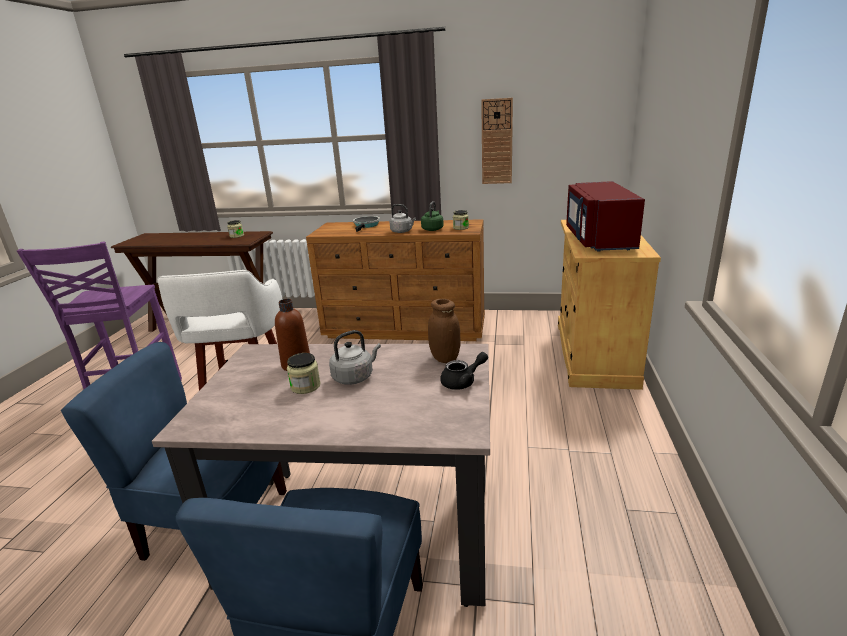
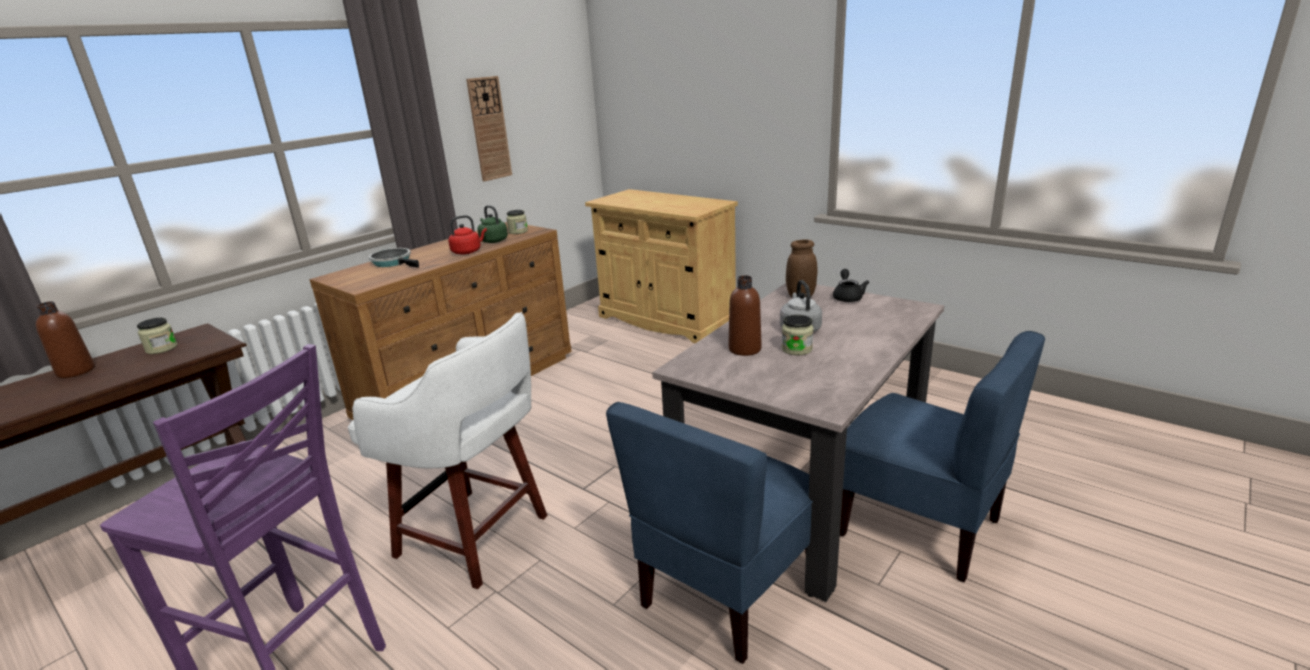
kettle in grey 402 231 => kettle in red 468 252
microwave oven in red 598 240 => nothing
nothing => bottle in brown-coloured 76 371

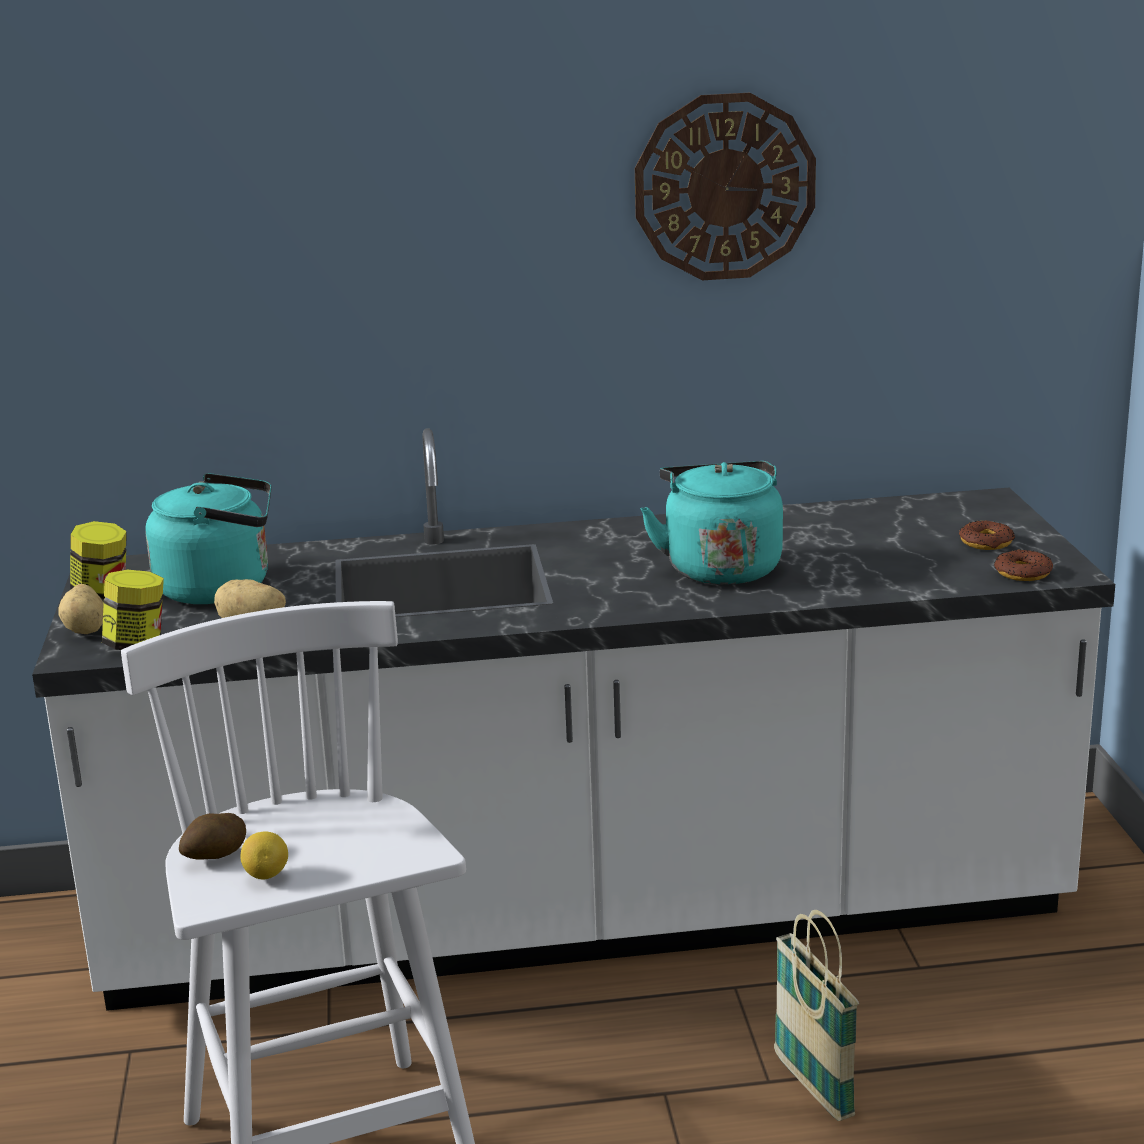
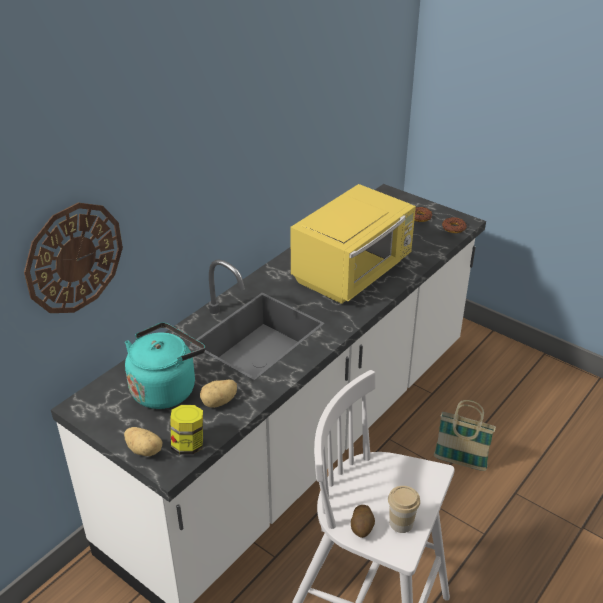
preserve jar 103 593 => nothing
whole lemon 266 875 => small cup 401 523
hanging clock 724 187 => hanging clock 74 258, relocated
kettle in blue-green 720 567 => microwave oven in yellowish 353 272

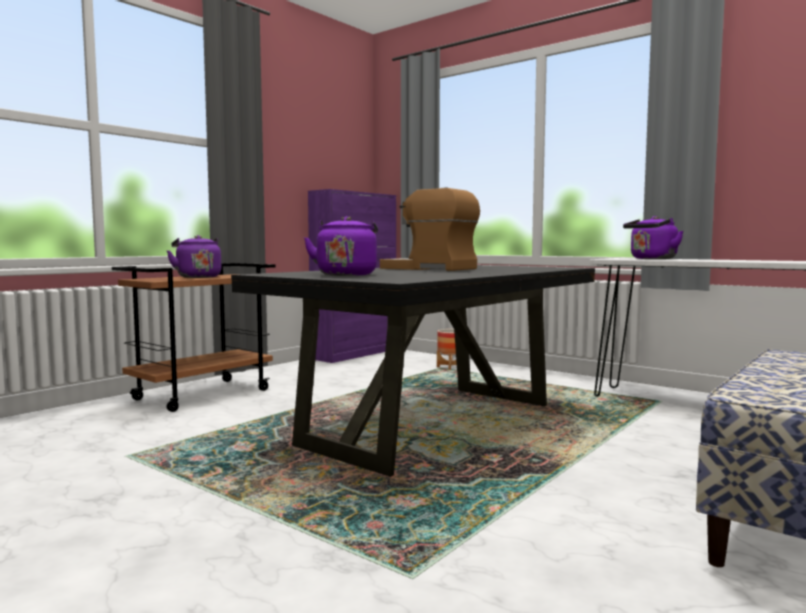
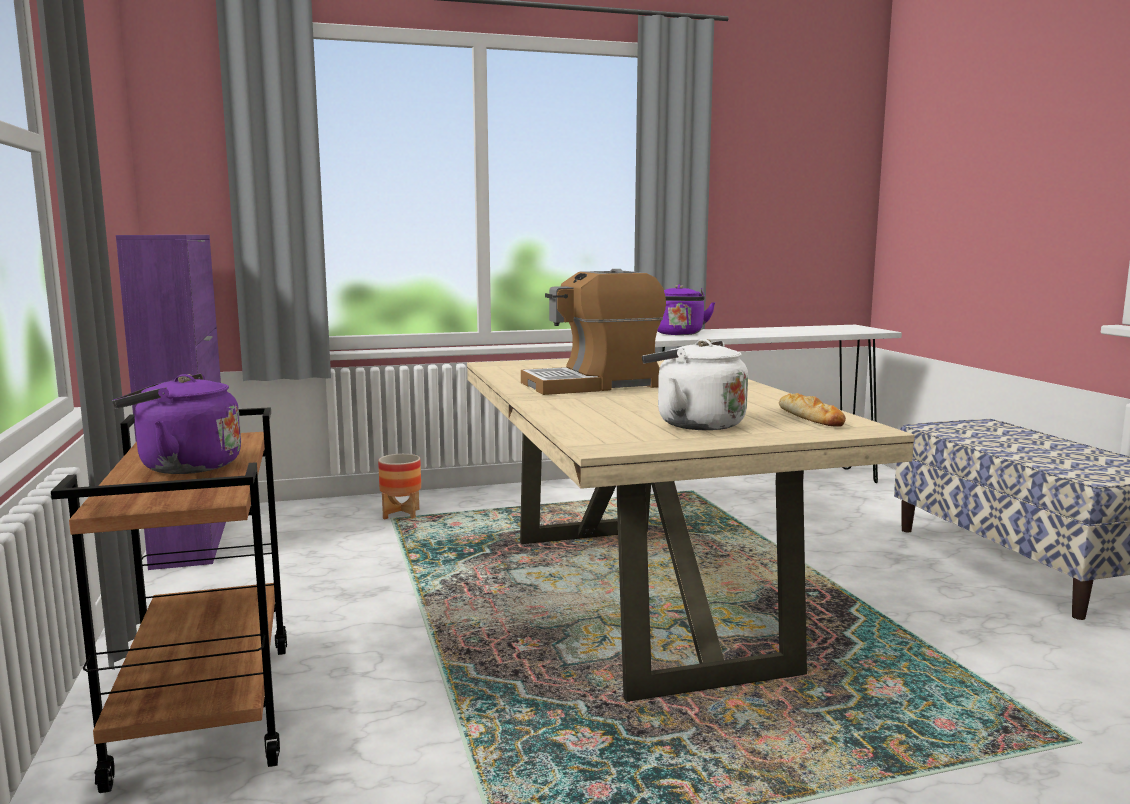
dinner table in blackish 433 425 => dinner table in beige 640 599
kettle in purplish 346 274 => kettle in whitish 694 424
nothing => bread 810 417

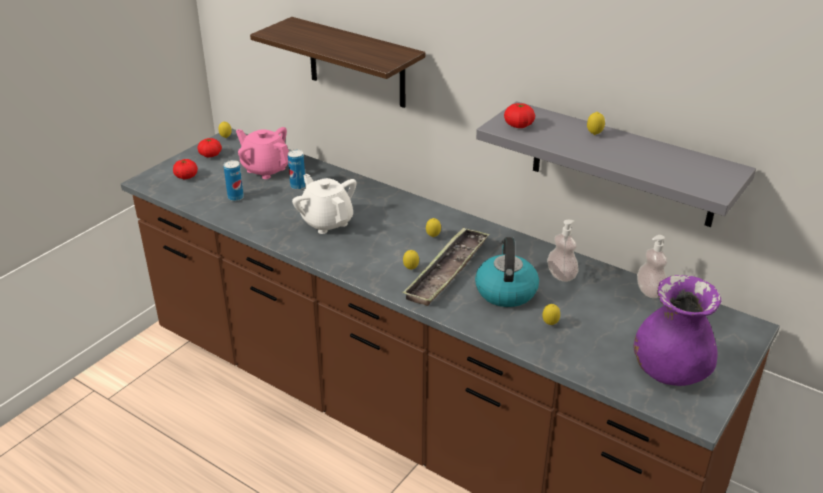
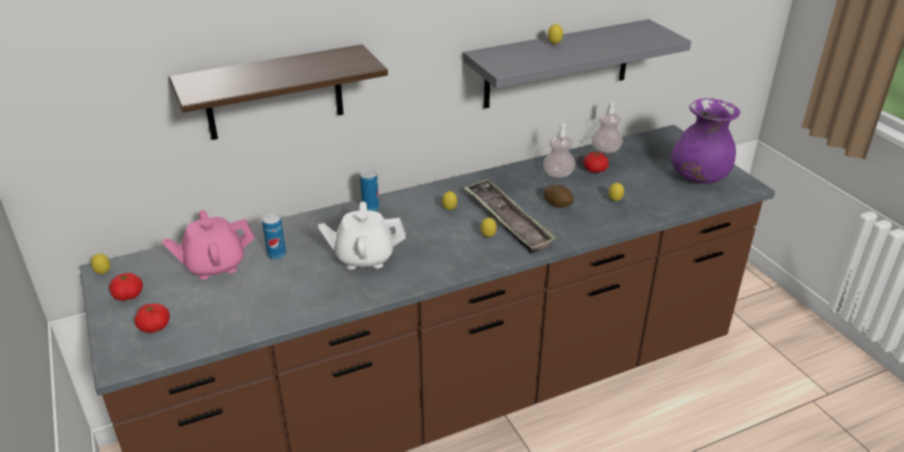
metal can 235 197 => metal can 370 209, relocated
kettle 505 291 => whole potato 558 204
fresh tomato 518 125 => fresh tomato 594 170, relocated

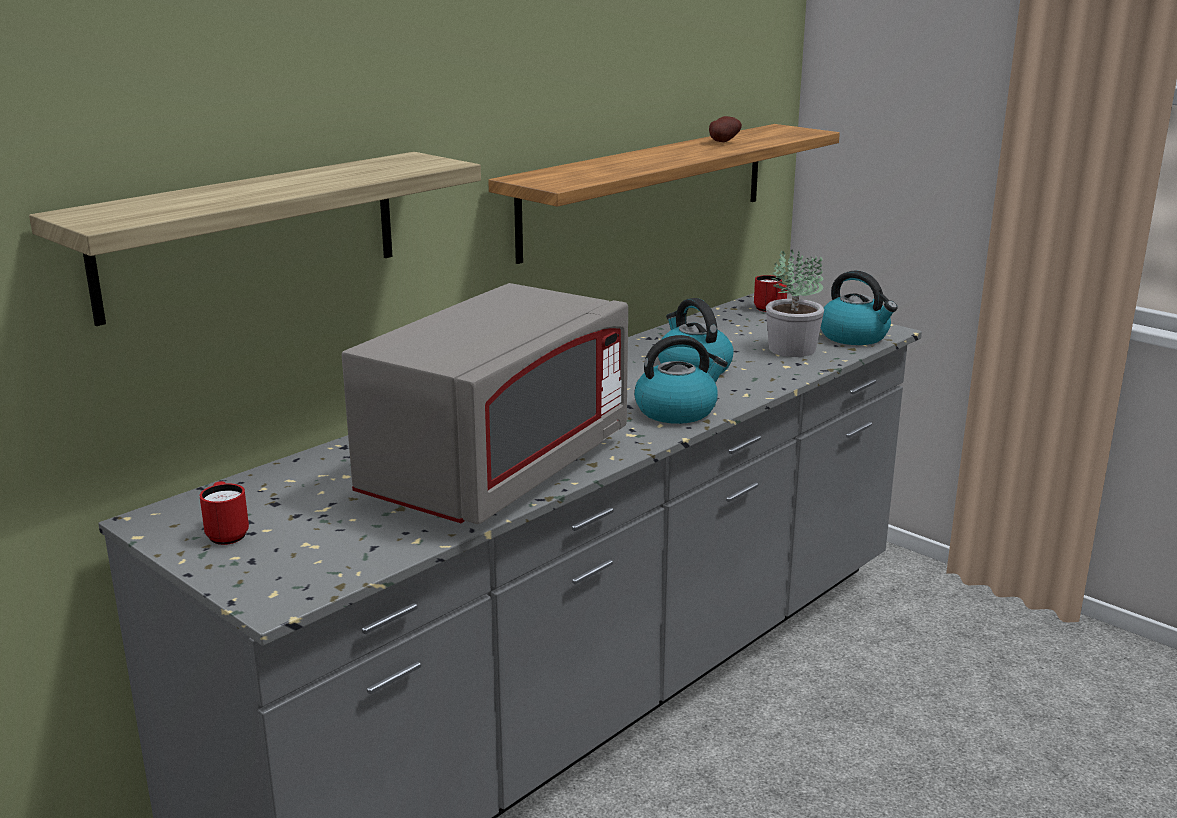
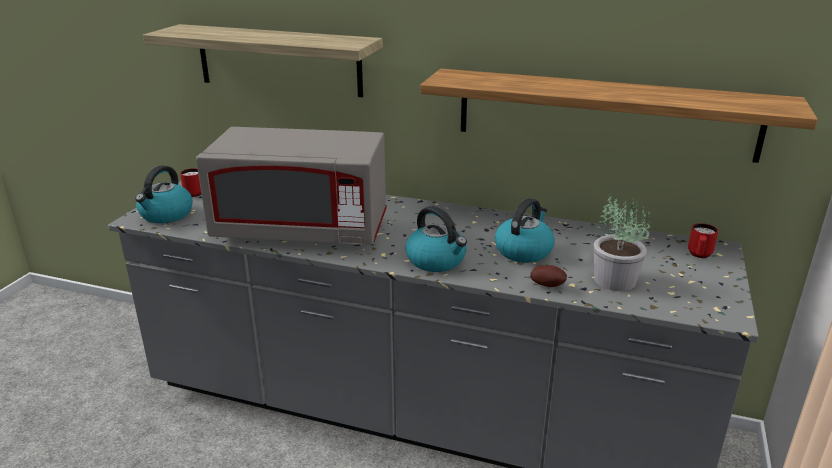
whole potato 722 142 => whole potato 548 286, relocated
kettle 855 336 => kettle 166 215, relocated

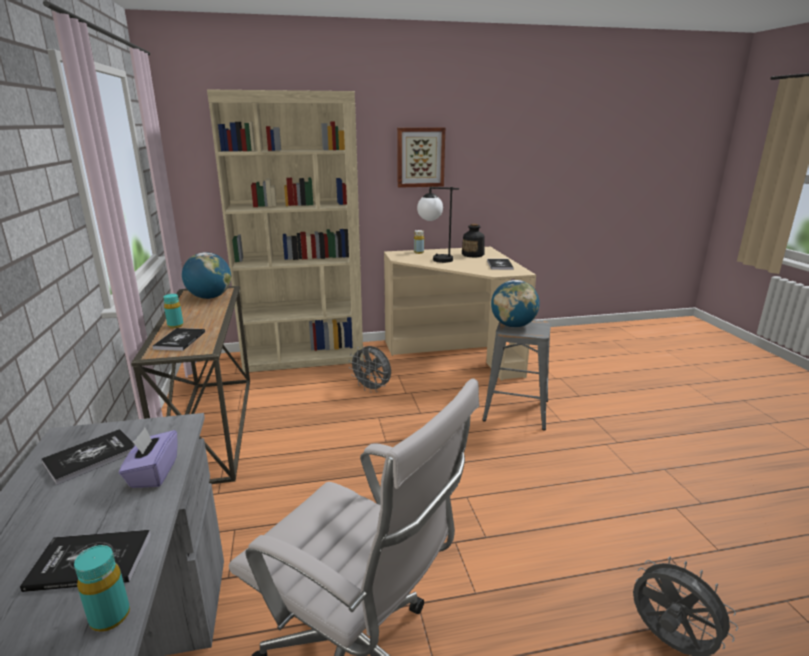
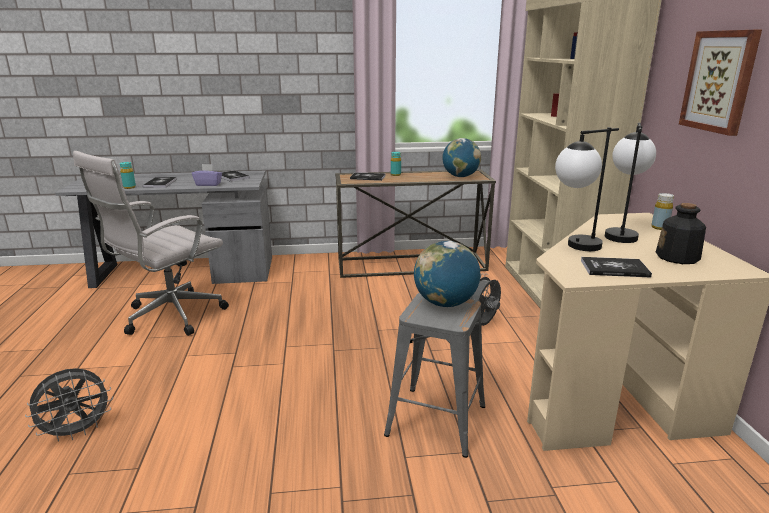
nothing => lamp for a table 574 247

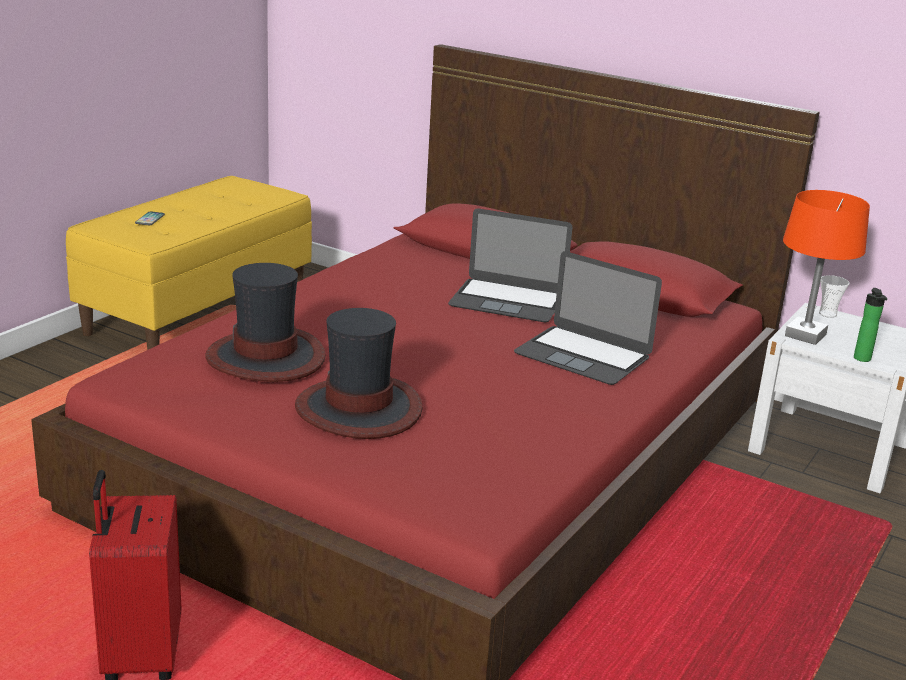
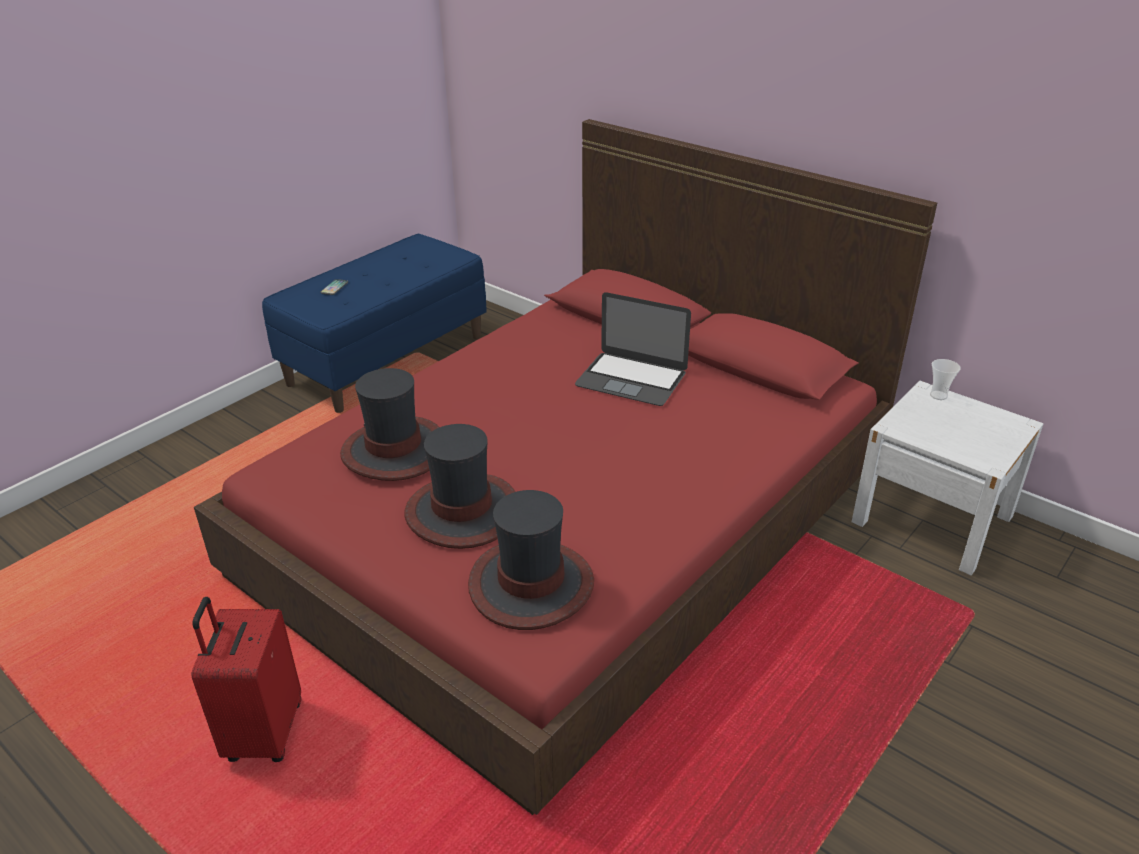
long seat in yellowish 198 311 => long seat in bluish 387 359
notebook computer 582 355 => nothing
lamp for a table in orange 805 335 => nothing
bottle 863 359 => nothing
nothing => clothing hat 531 585

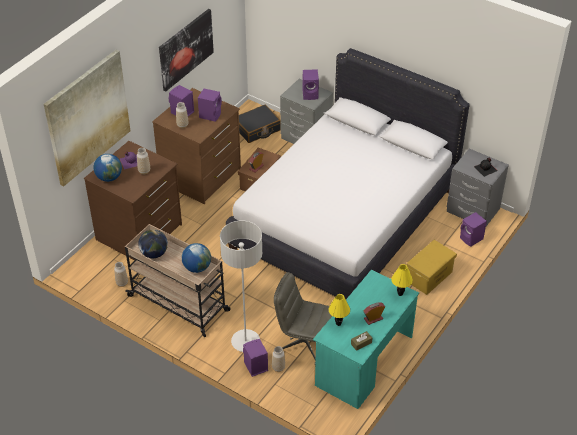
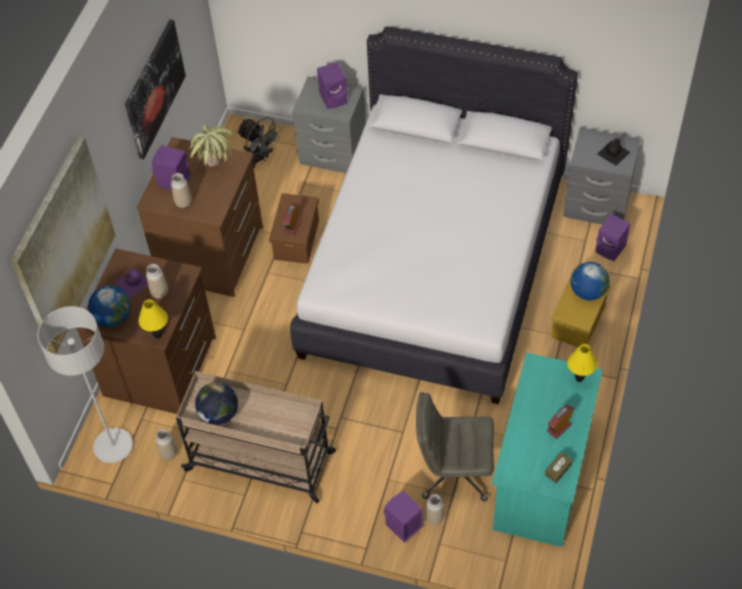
desk globe 197 267 => desk globe 588 292, relocated
speaker in purplish 210 114 => houseplant 216 174
floor lamp in grey 245 341 => floor lamp in grey 113 446, relocated
suitcase in blackish 257 129 => fan in grey 260 158
lamp for a table in yellowish 338 323 => lamp for a table in yellowish 158 335, relocated

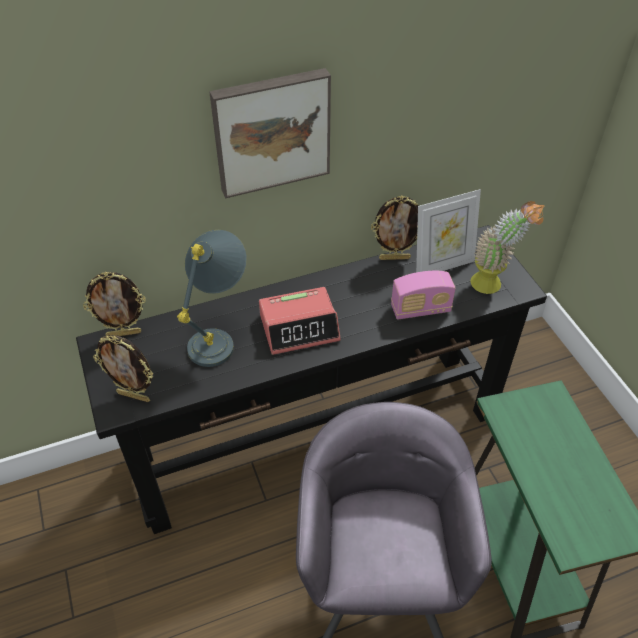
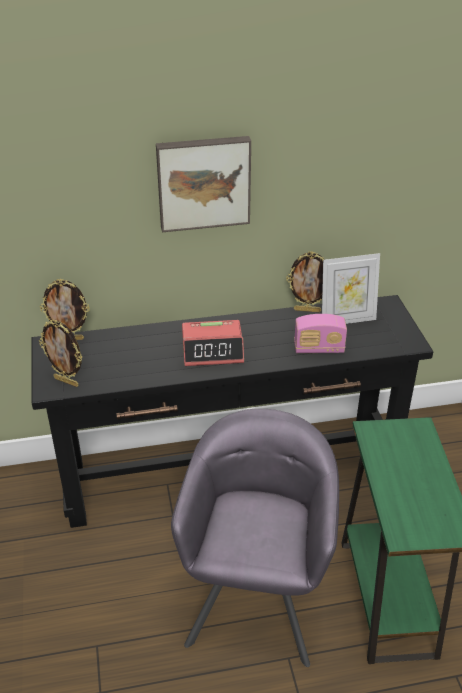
lamp for a table in grey 219 336 => nothing
houseplant 494 285 => nothing

